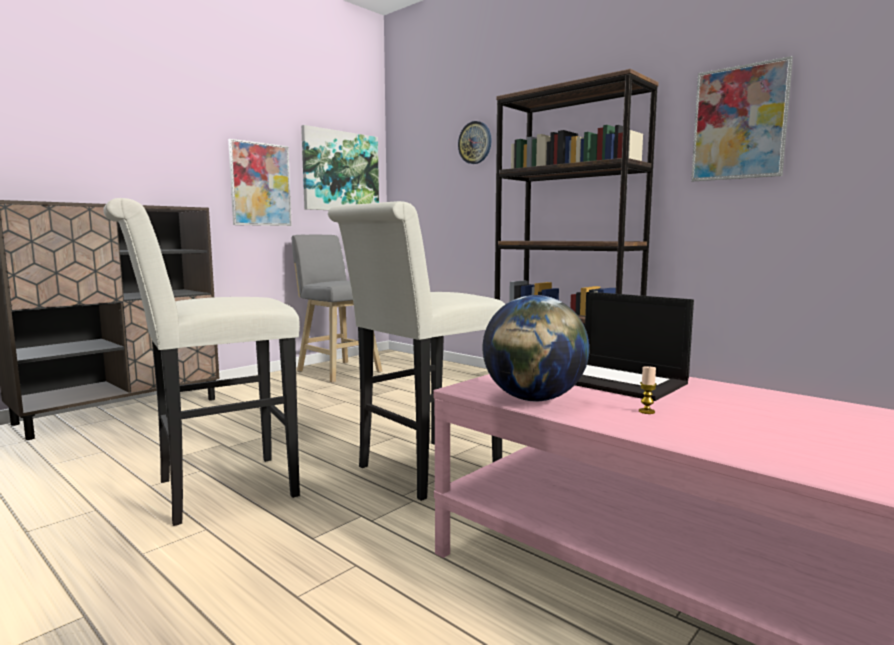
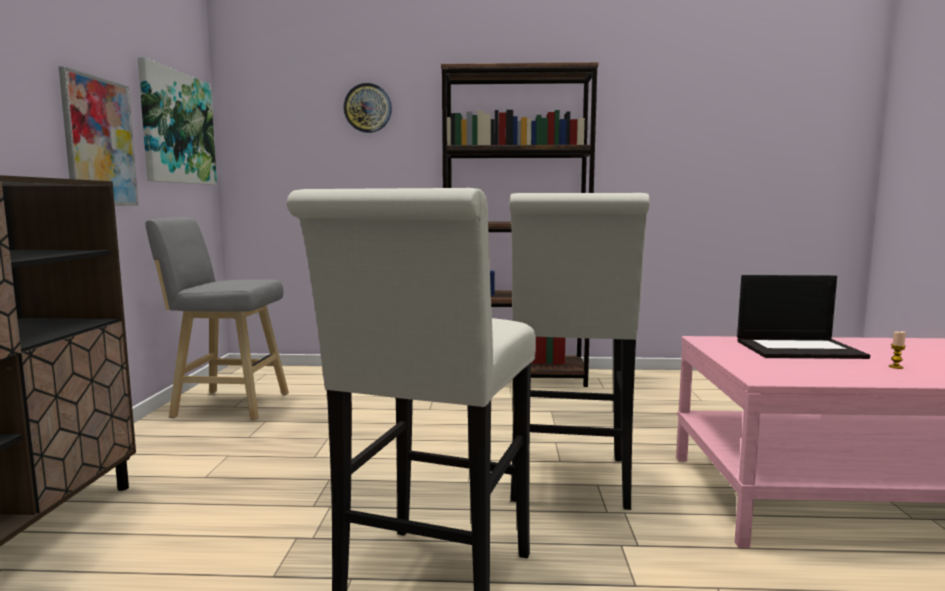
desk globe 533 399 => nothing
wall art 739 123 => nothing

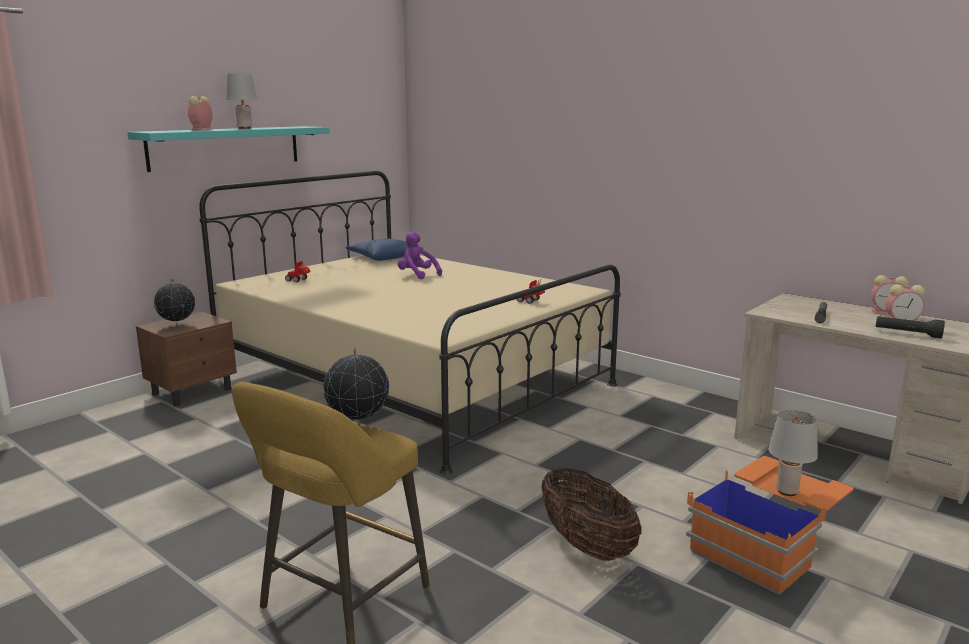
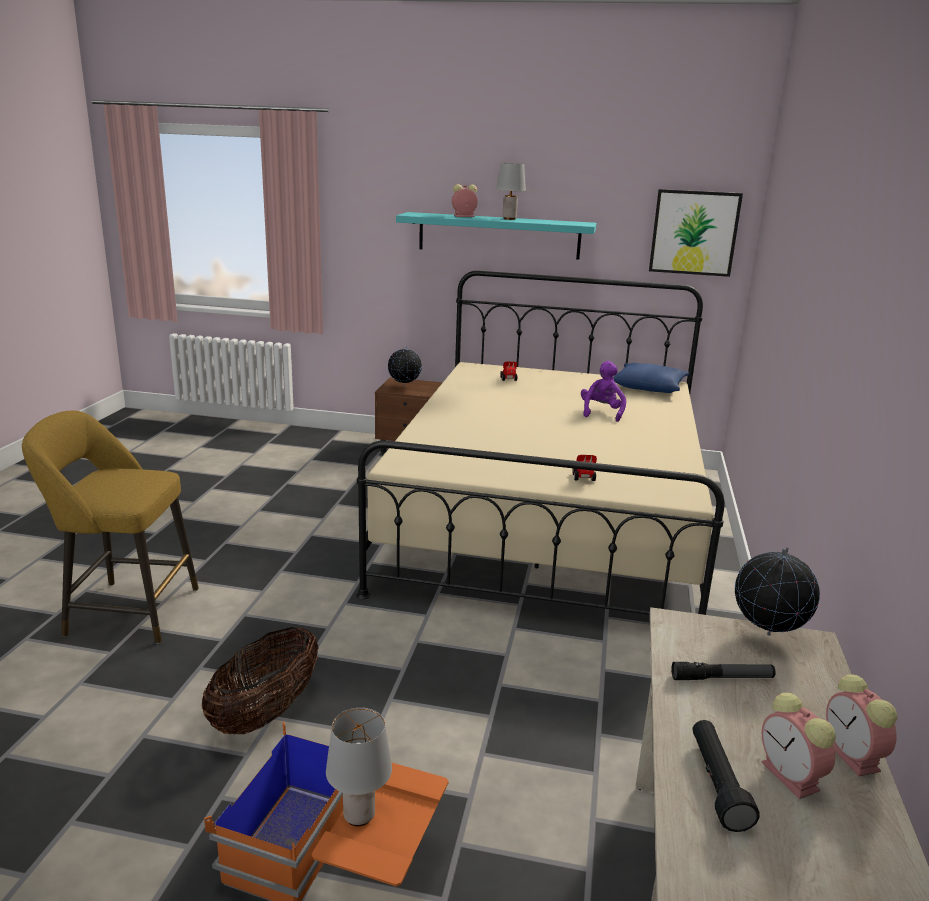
desk globe 358 425 => desk globe 767 634, relocated
nothing => wall art 694 232

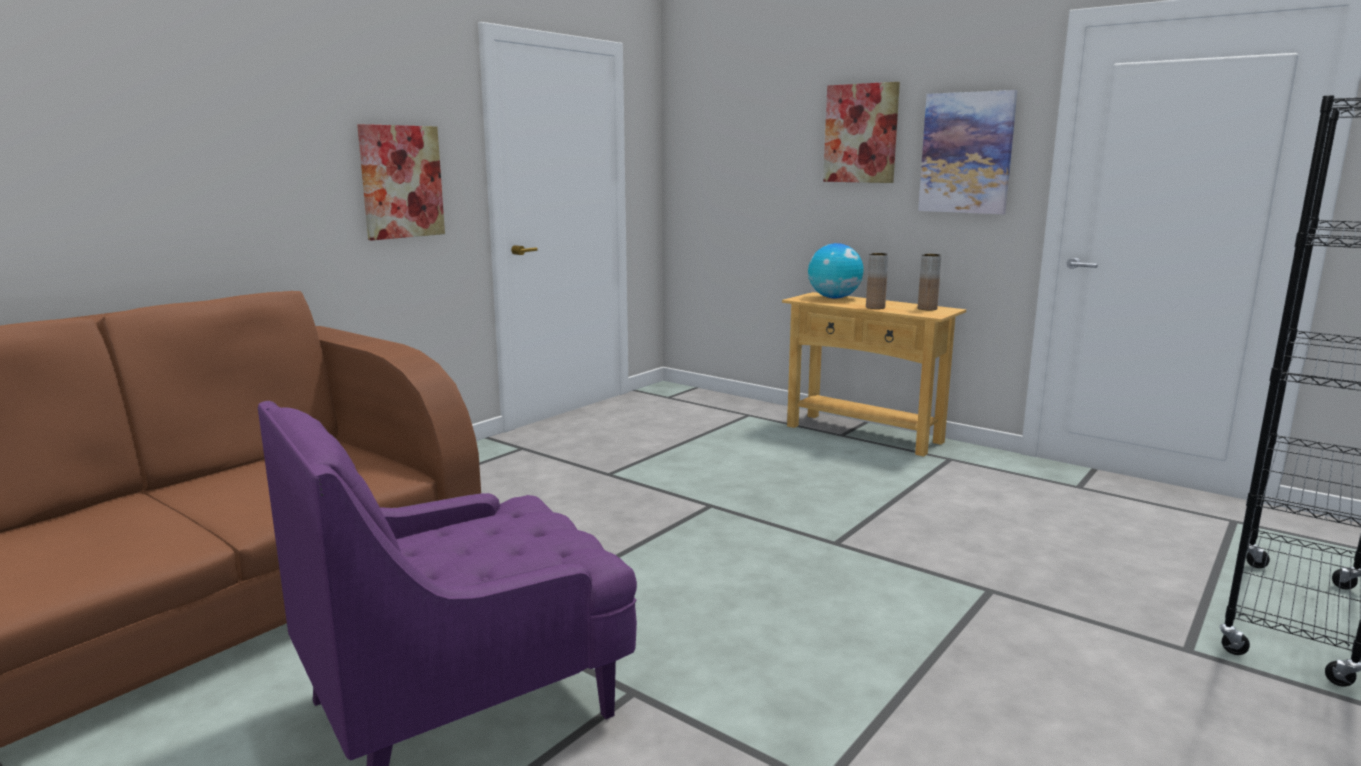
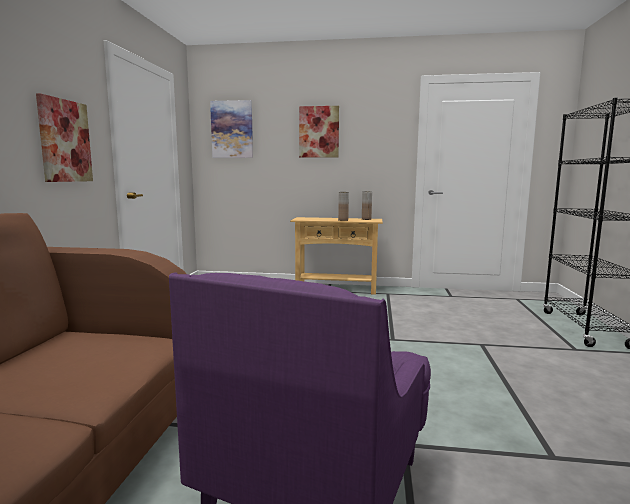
desk globe 834 298 => nothing
wall art 966 153 => wall art 232 129, relocated

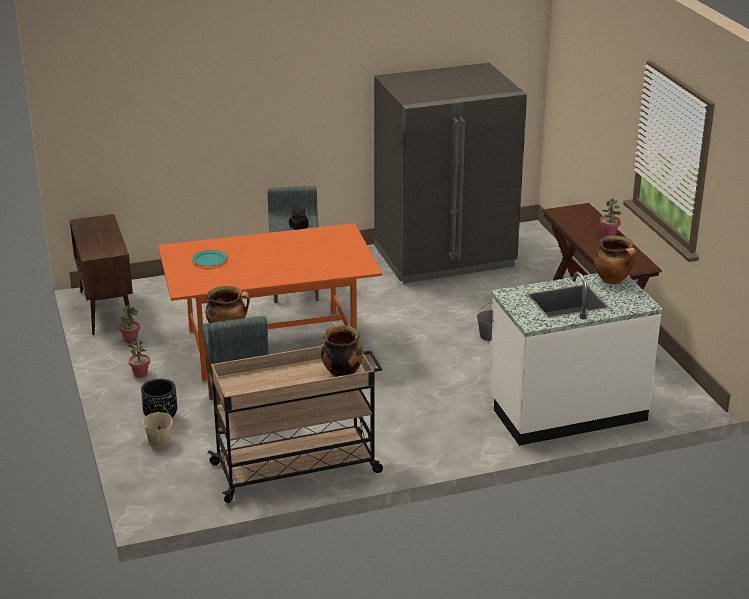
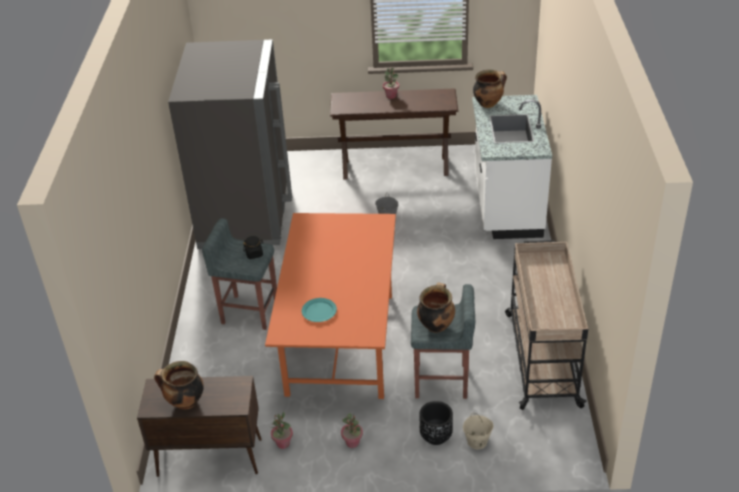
saucepot 341 372 => saucepot 184 402, relocated

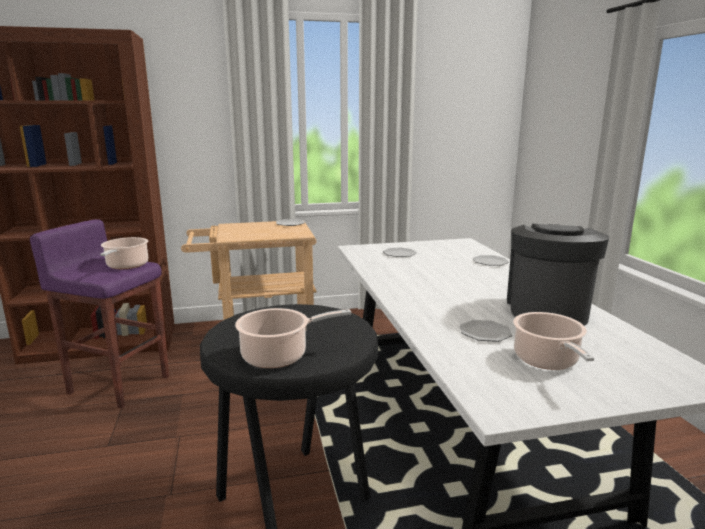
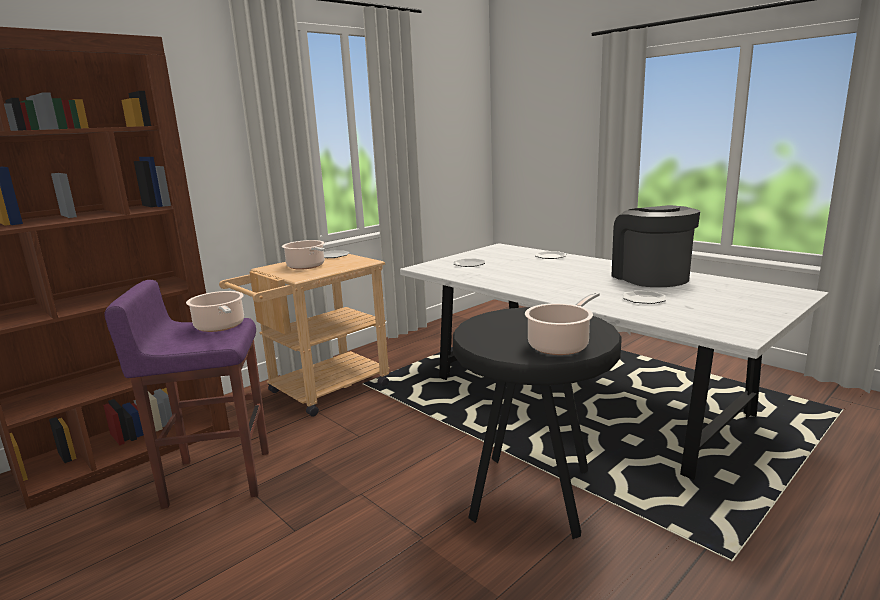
saucepot 547 361 => saucepot 307 266, relocated

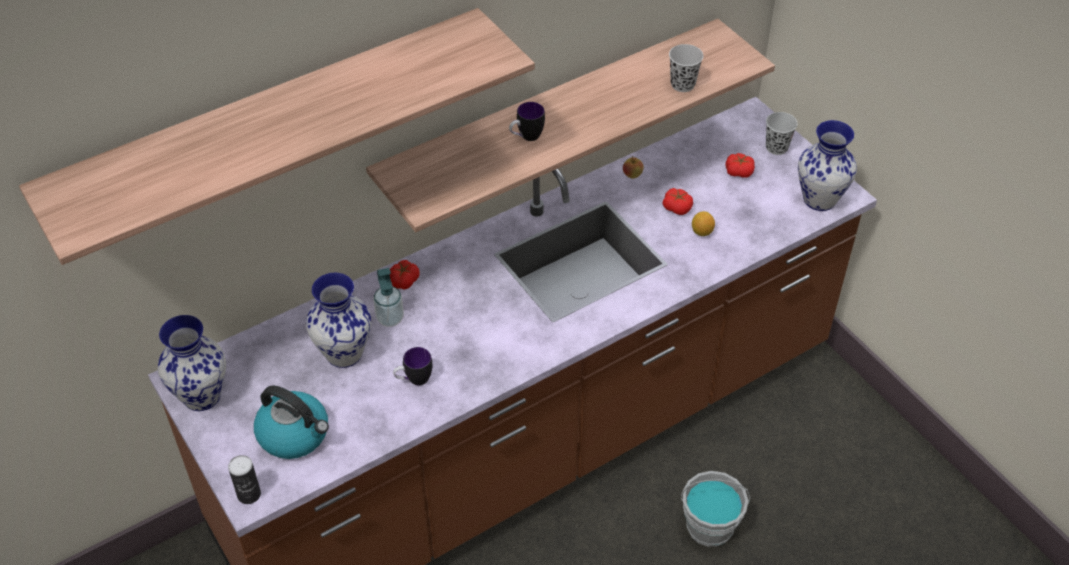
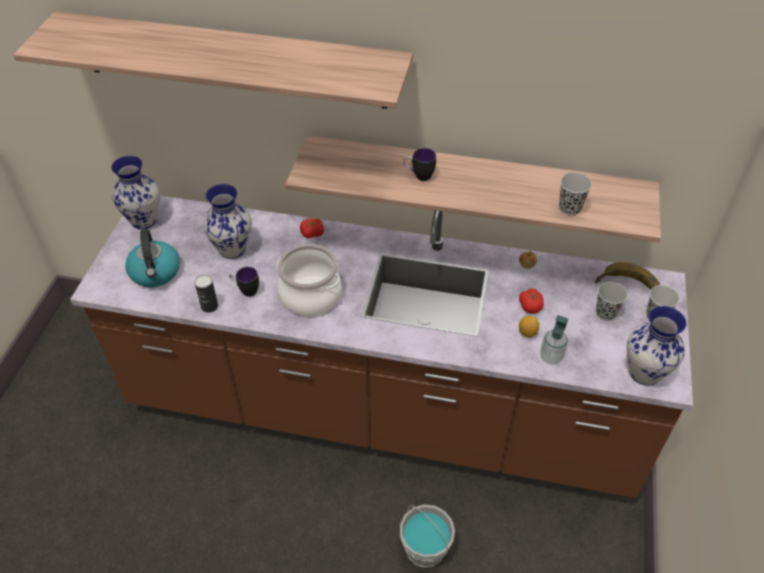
metal can 249 494 => metal can 209 306, relocated
liquid soap bottle 390 318 => liquid soap bottle 551 357, relocated
fresh tomato 739 171 => small cup in blackish 605 313
nothing => saucepot 310 294
nothing => banana fruit 628 287

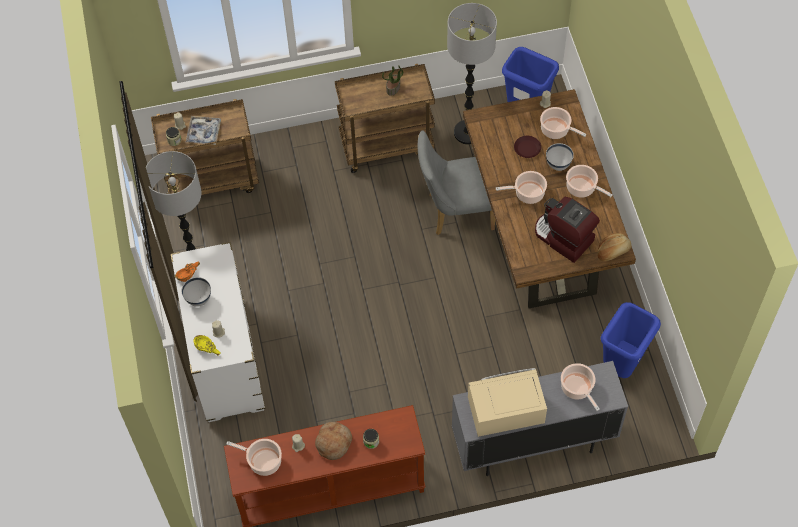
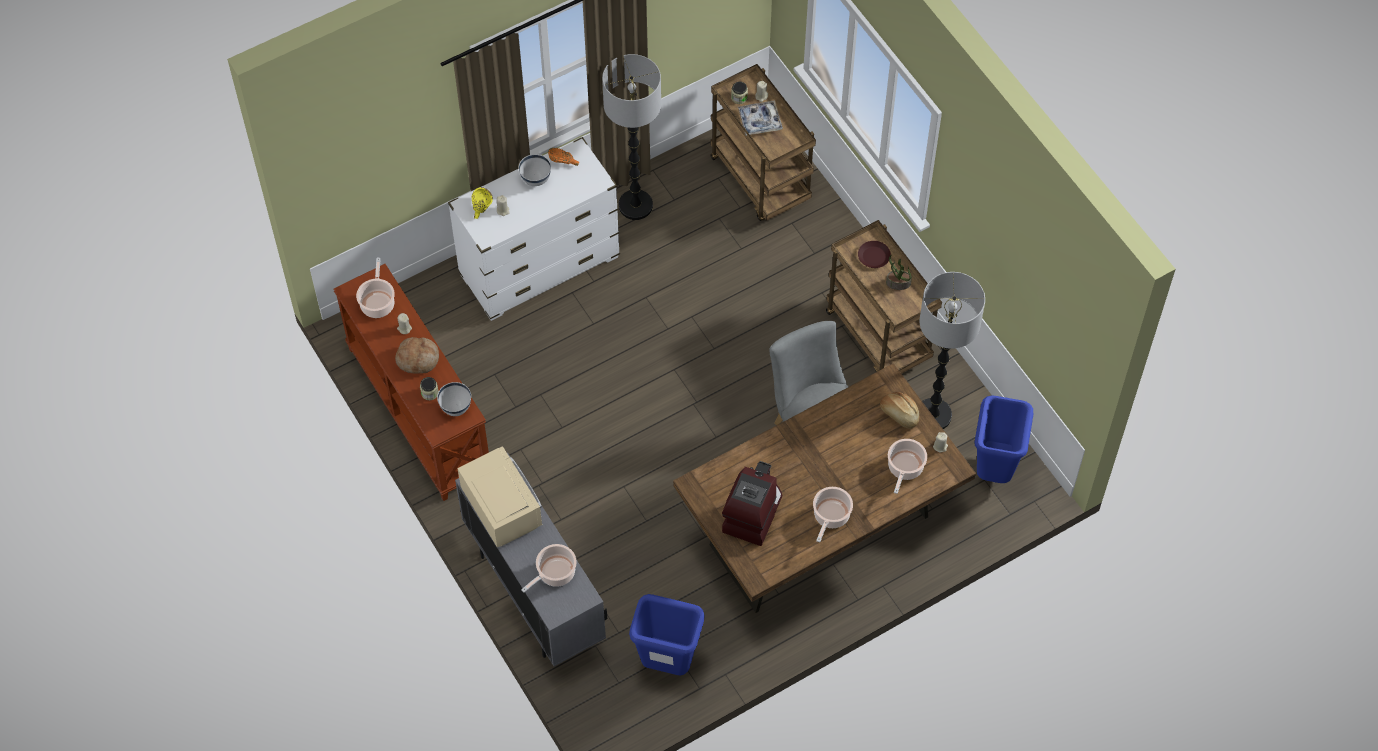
saucepot 527 193 => nothing
flat dish in brown-coloured 527 149 => flat dish in brown-coloured 873 257, relocated
deep dish in whitish 558 165 => deep dish in whitish 456 408, relocated
bread 613 251 => bread 899 414, relocated

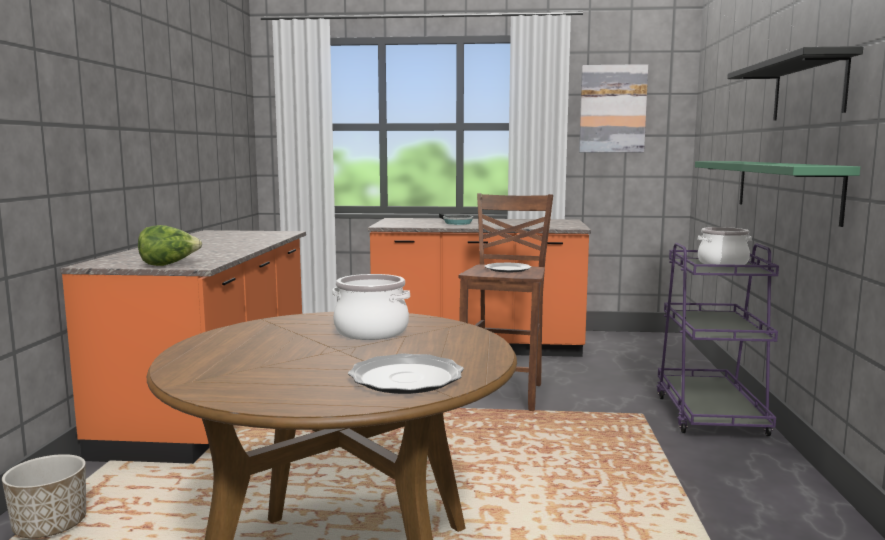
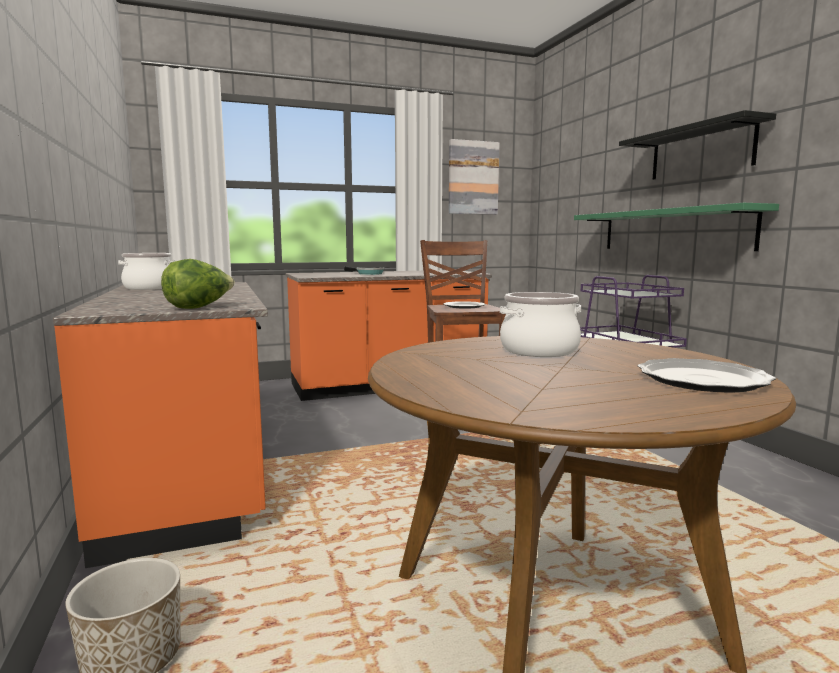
saucepot 722 263 => saucepot 149 288, relocated

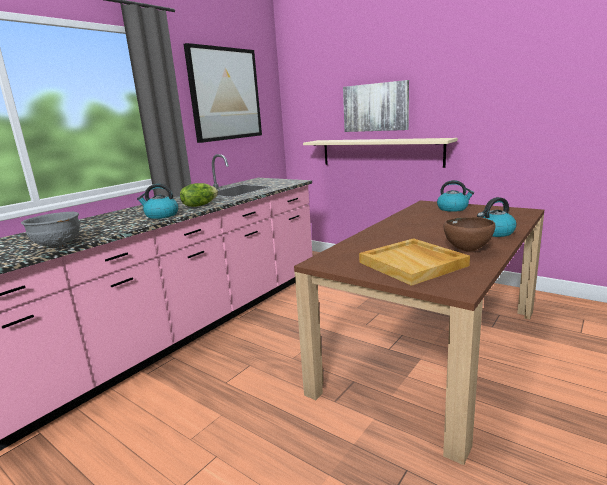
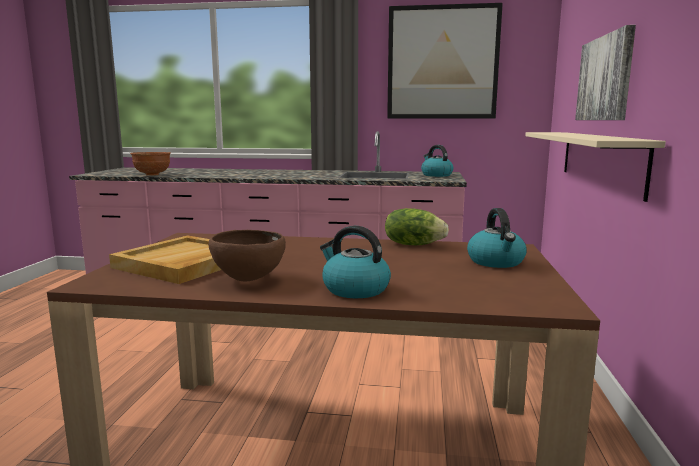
deep dish in grey 58 245 => deep dish in brown-coloured 153 175
kettle 161 215 => kettle 436 175, relocated
head of lettuce 199 205 => head of lettuce 413 244, relocated

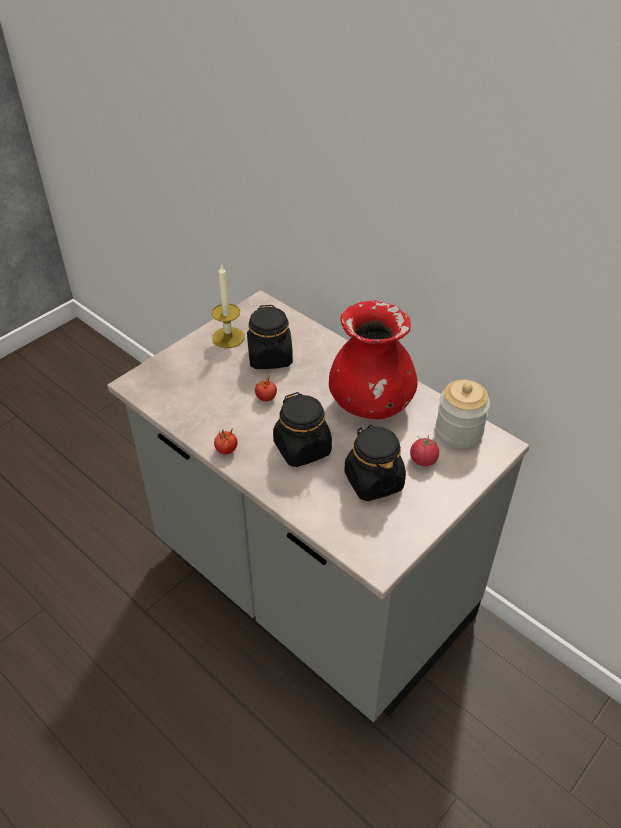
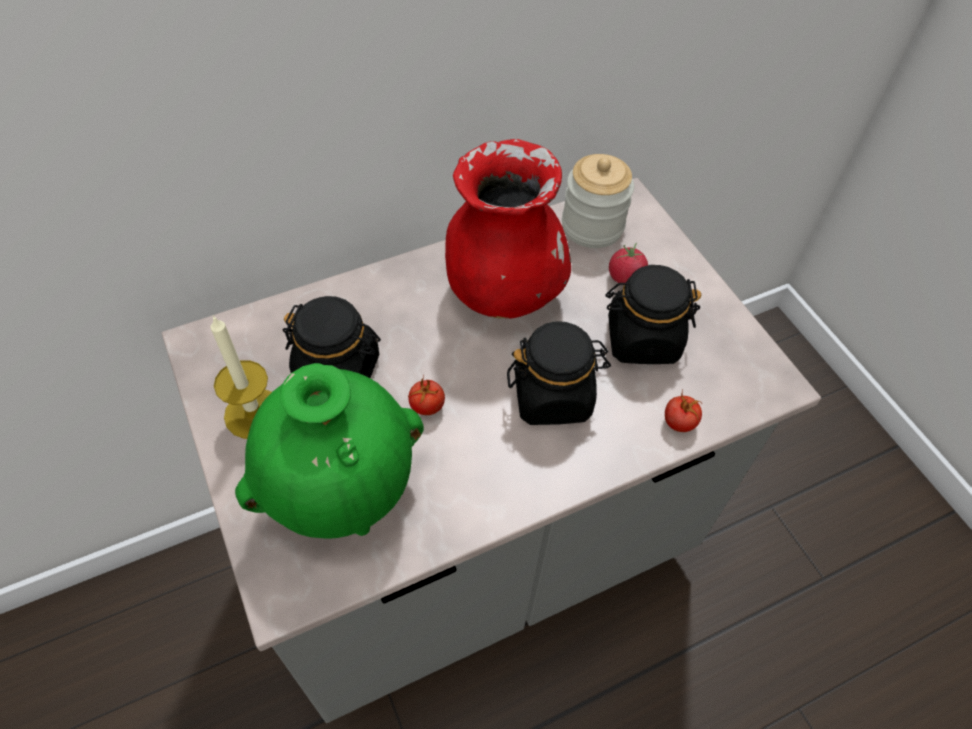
fresh tomato 226 450 => fresh tomato 679 423, relocated
nothing => vase in green-coloured 343 492

